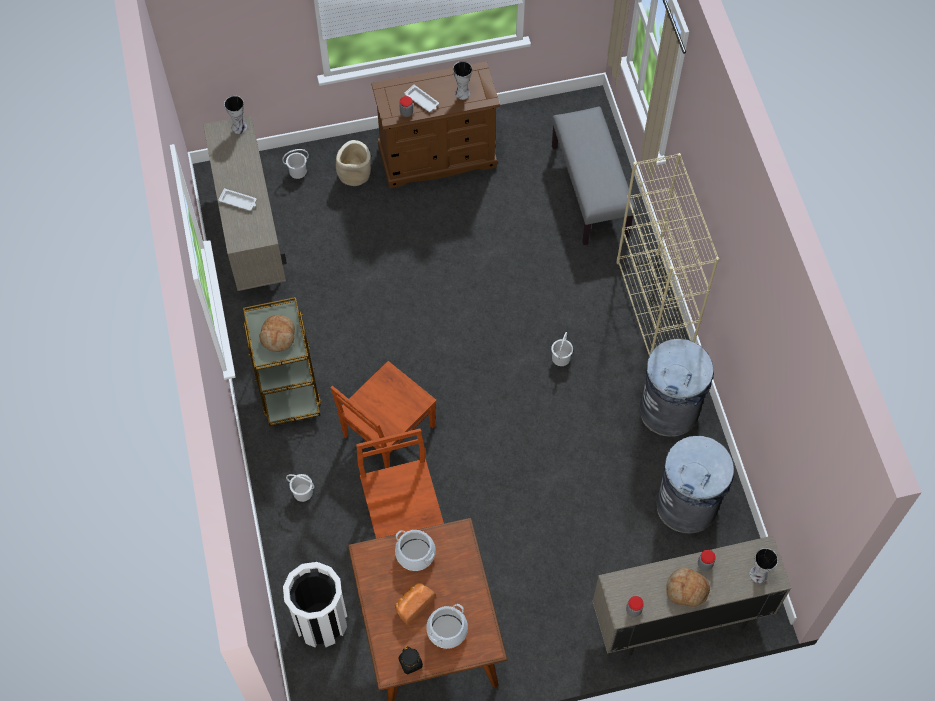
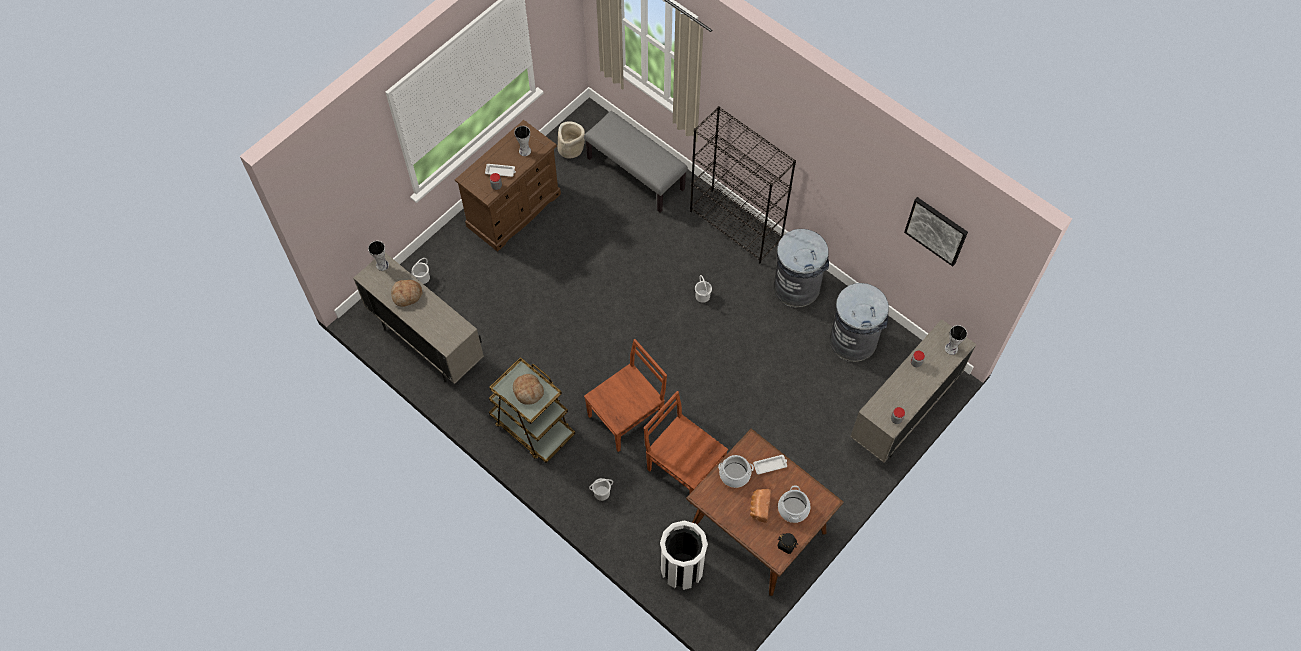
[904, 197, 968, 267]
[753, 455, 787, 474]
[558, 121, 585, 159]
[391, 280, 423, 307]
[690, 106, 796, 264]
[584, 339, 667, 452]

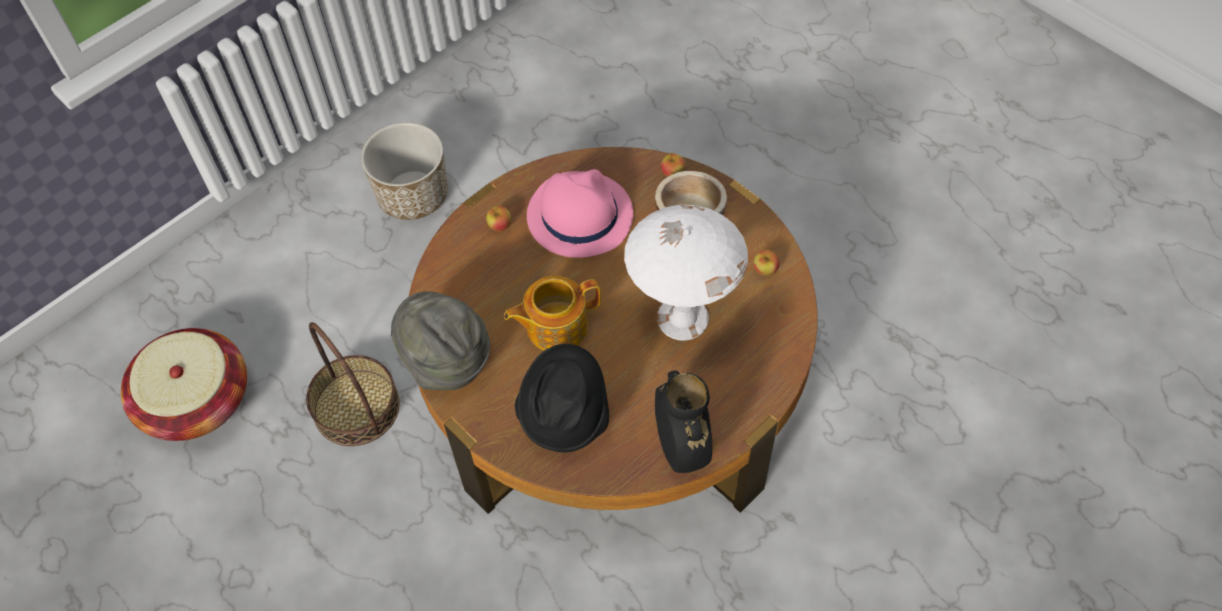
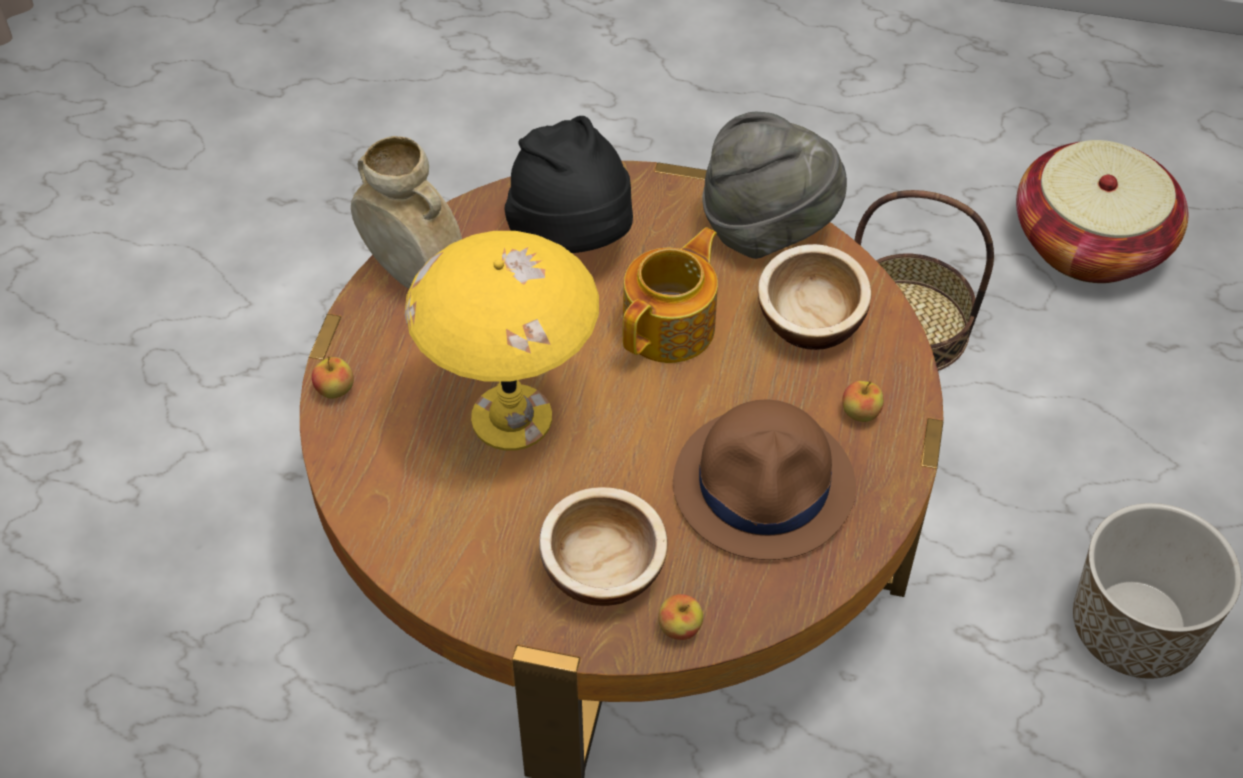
[758, 244, 871, 350]
[312, 356, 354, 399]
[673, 399, 856, 560]
[405, 231, 599, 451]
[351, 136, 462, 289]

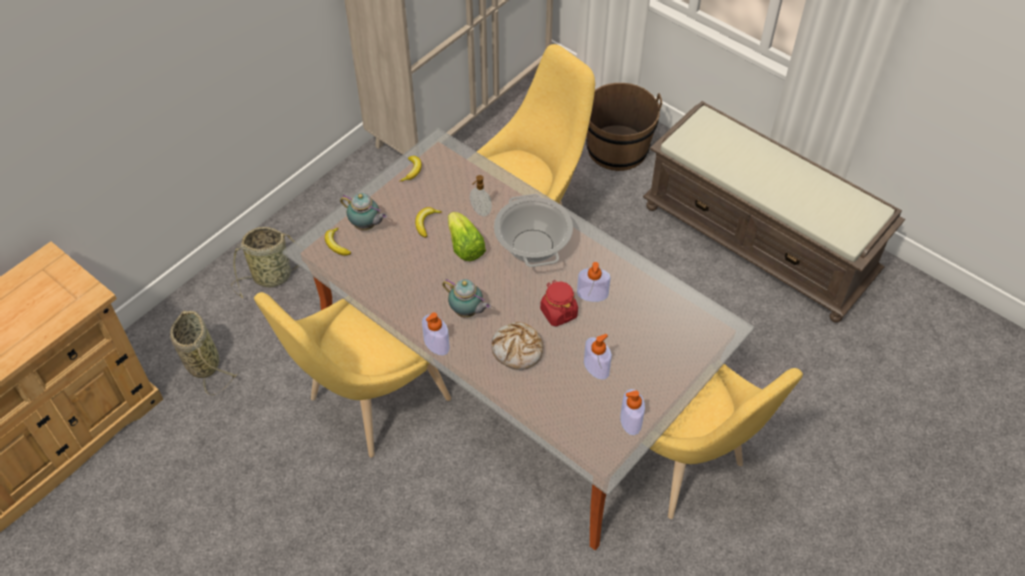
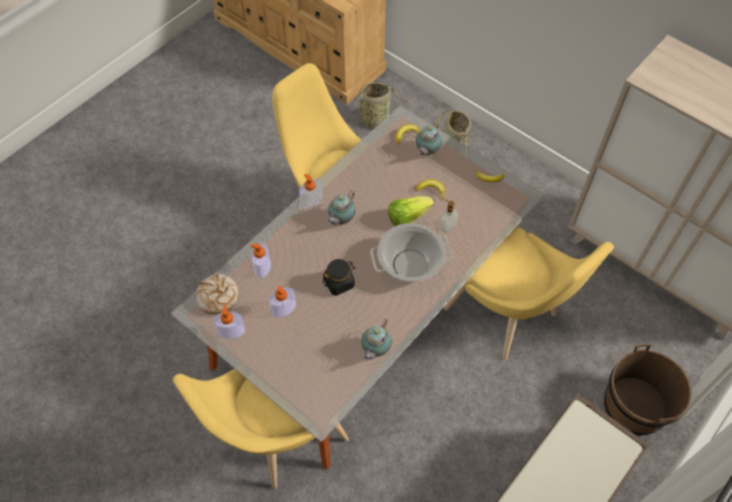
[361, 319, 392, 361]
[195, 273, 239, 314]
[250, 243, 271, 278]
[323, 259, 355, 296]

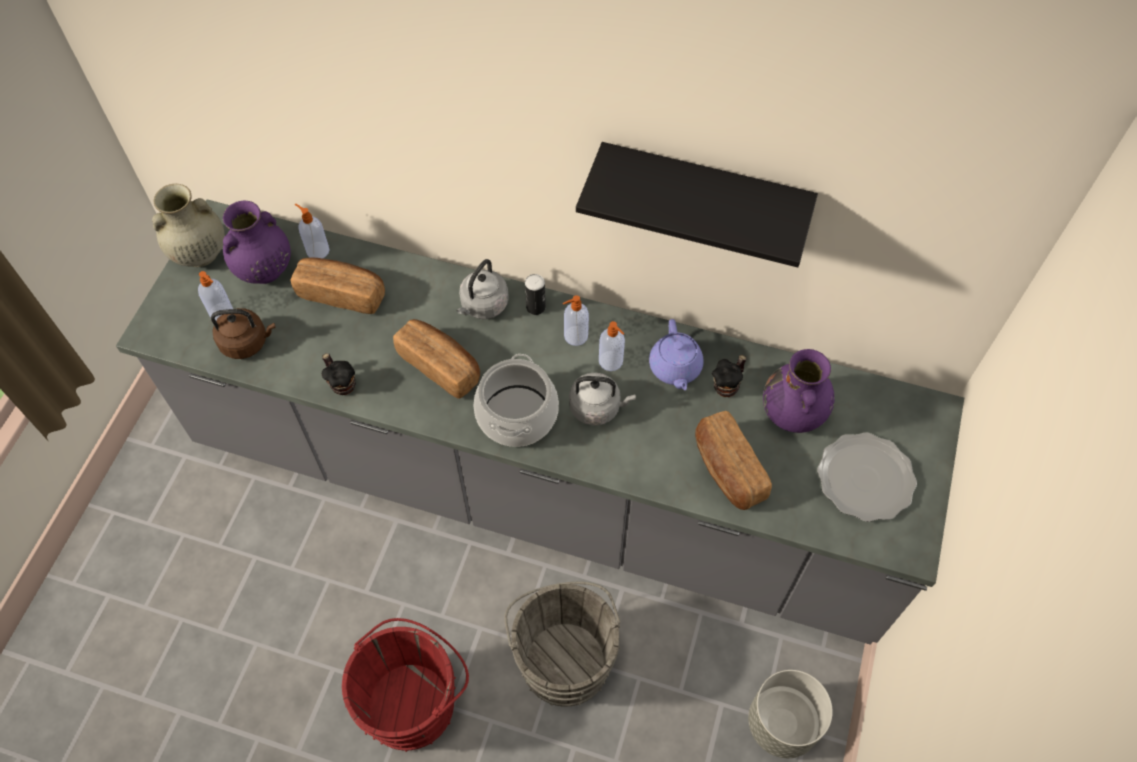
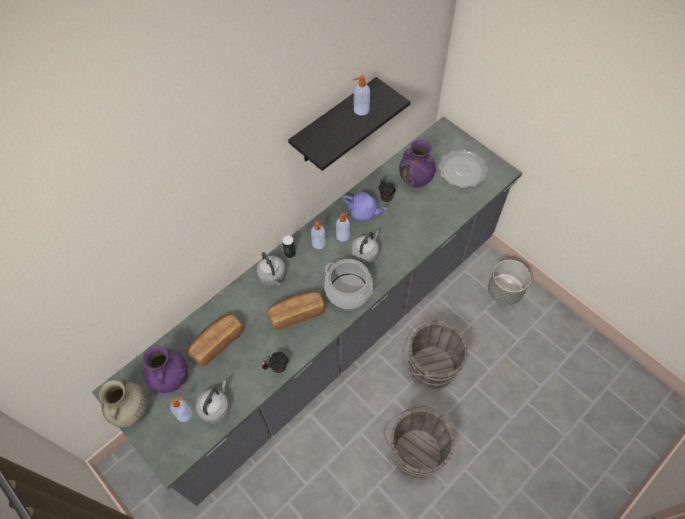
[695, 411, 772, 510] (first image)
[353, 75, 370, 116]
[196, 381, 230, 424]
[383, 405, 454, 480]

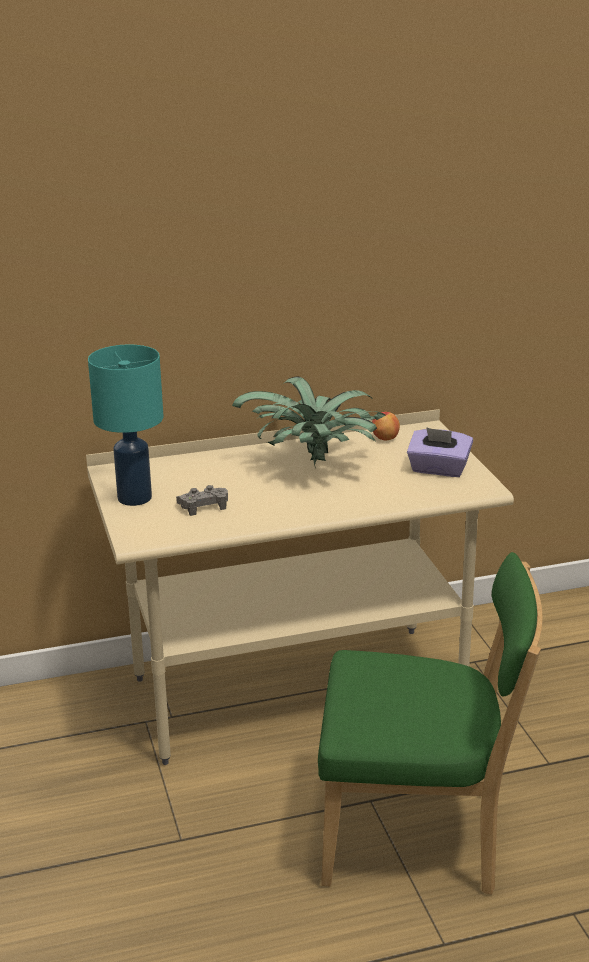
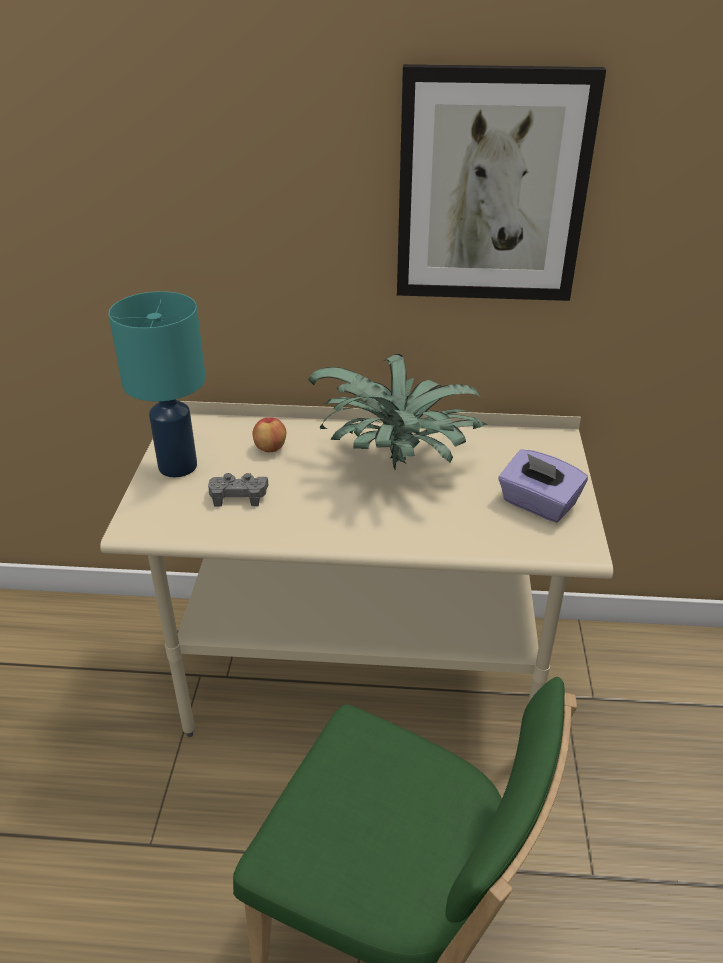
[397, 64, 606, 301]
[252, 417, 286, 452]

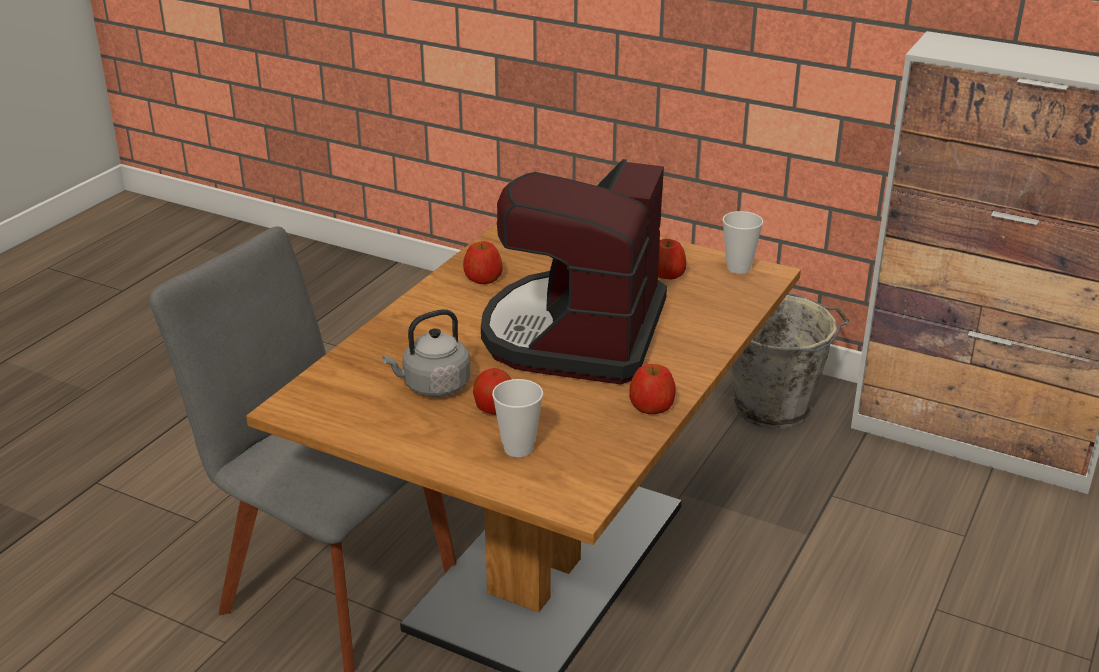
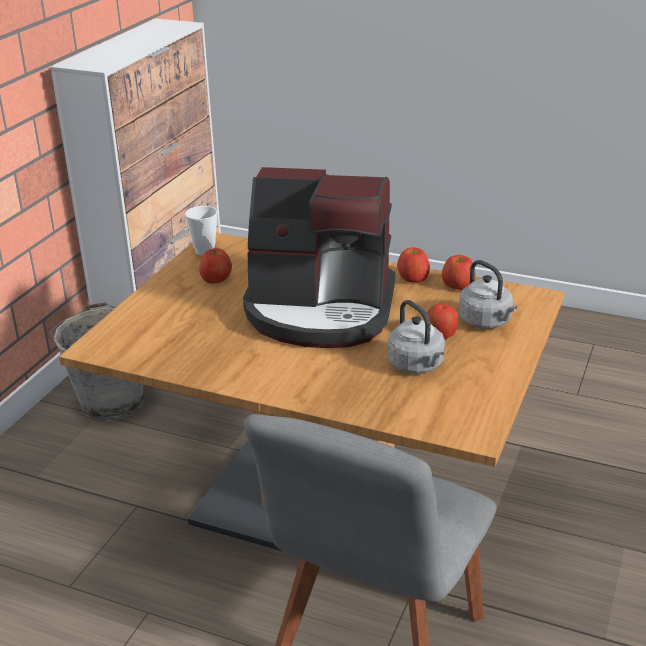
[442, 255, 476, 290]
[459, 260, 517, 329]

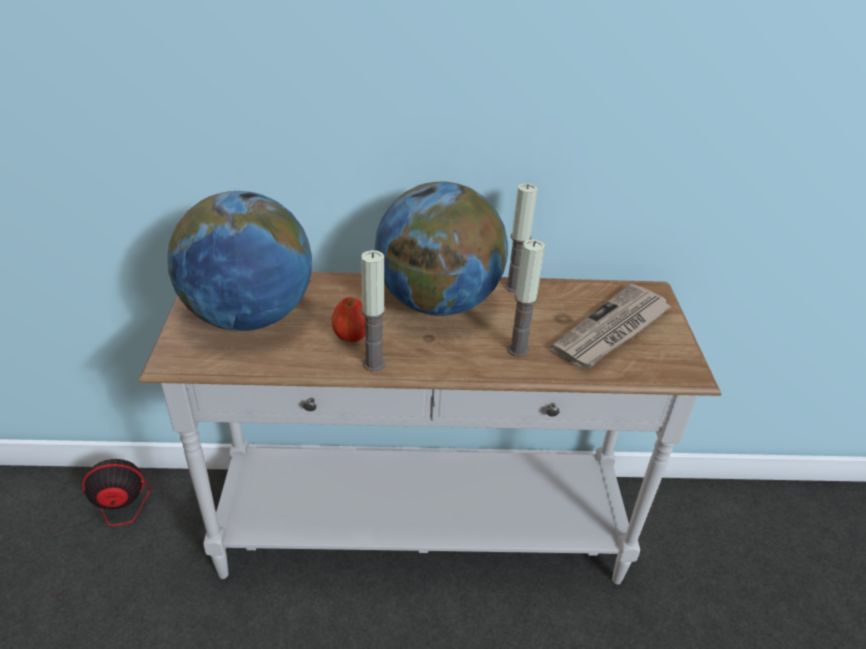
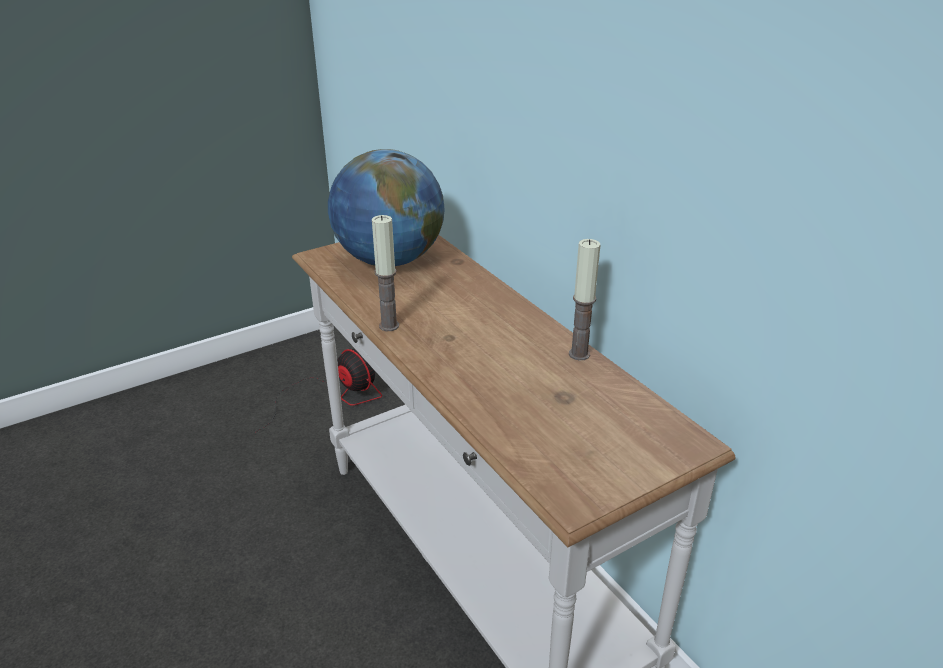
[331, 297, 365, 342] (first image)
[375, 181, 508, 316] (first image)
[508, 239, 545, 357] (first image)
[550, 283, 672, 369] (first image)

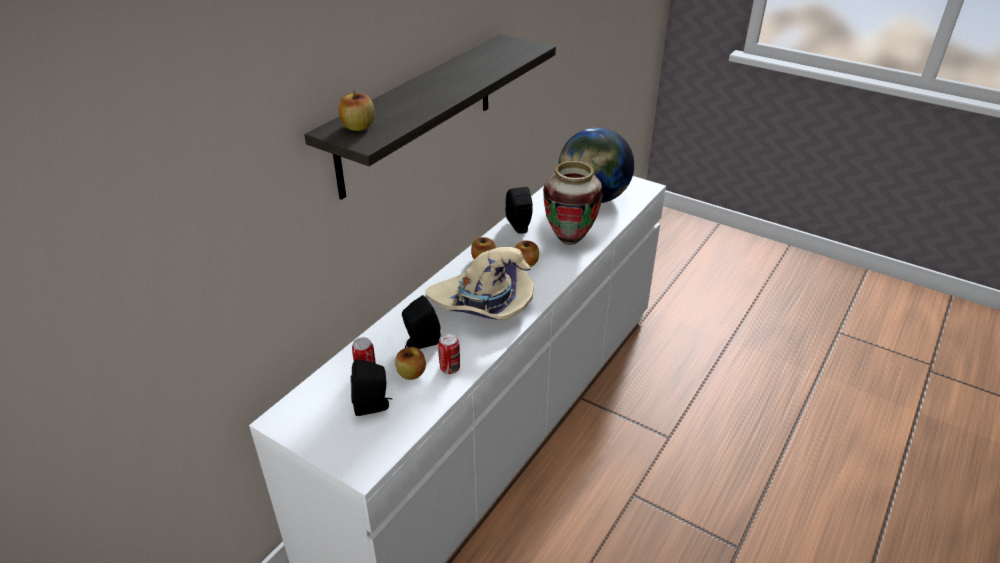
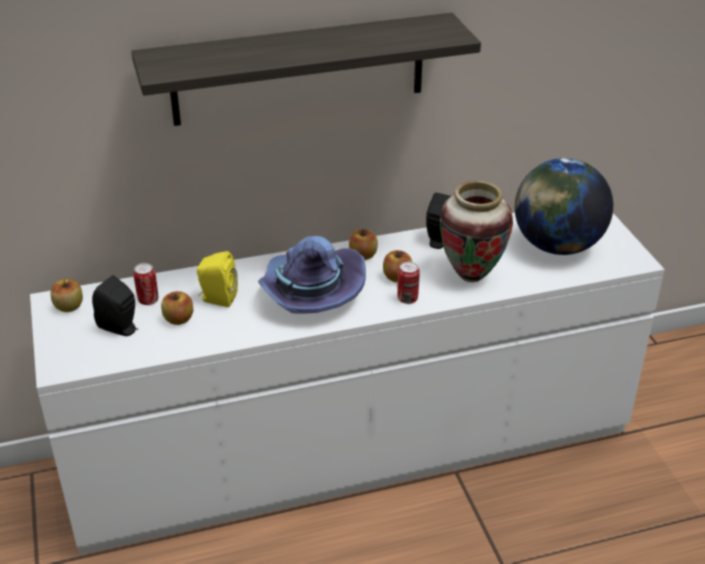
[51, 279, 83, 312]
[398, 262, 420, 304]
[197, 251, 238, 307]
[258, 236, 366, 314]

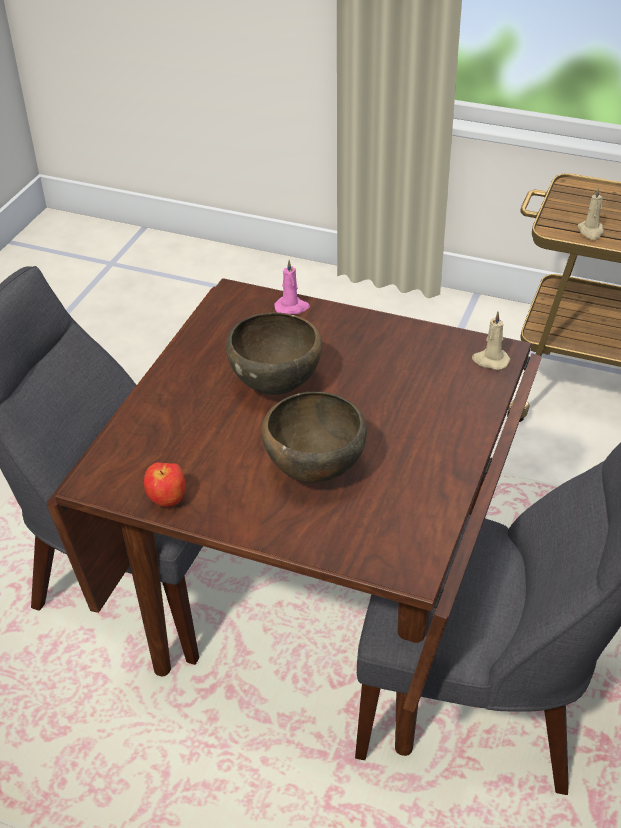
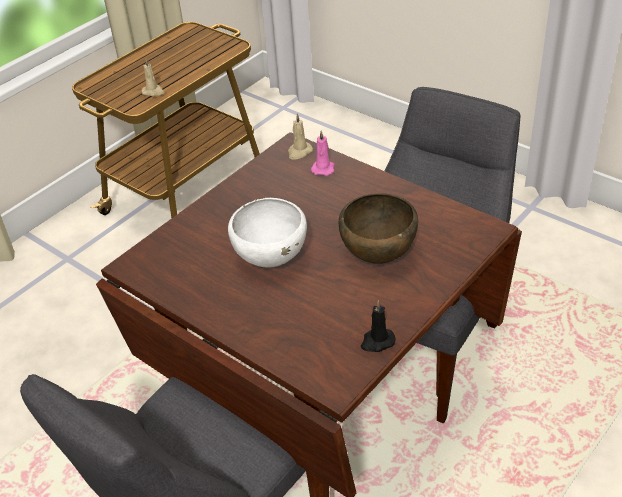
[311, 130, 335, 176]
[361, 300, 396, 352]
[228, 198, 307, 267]

